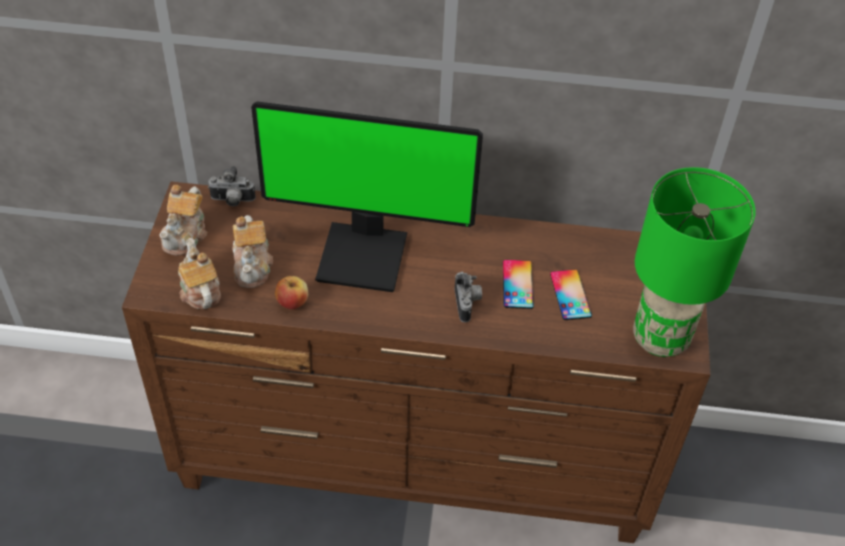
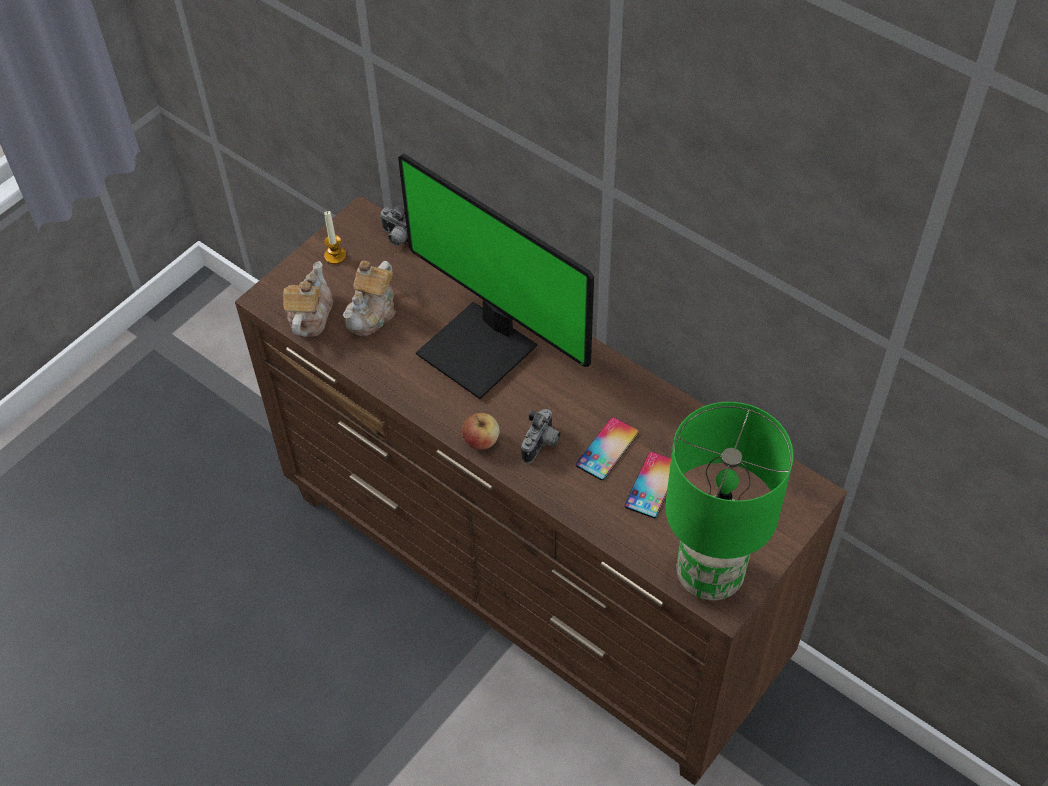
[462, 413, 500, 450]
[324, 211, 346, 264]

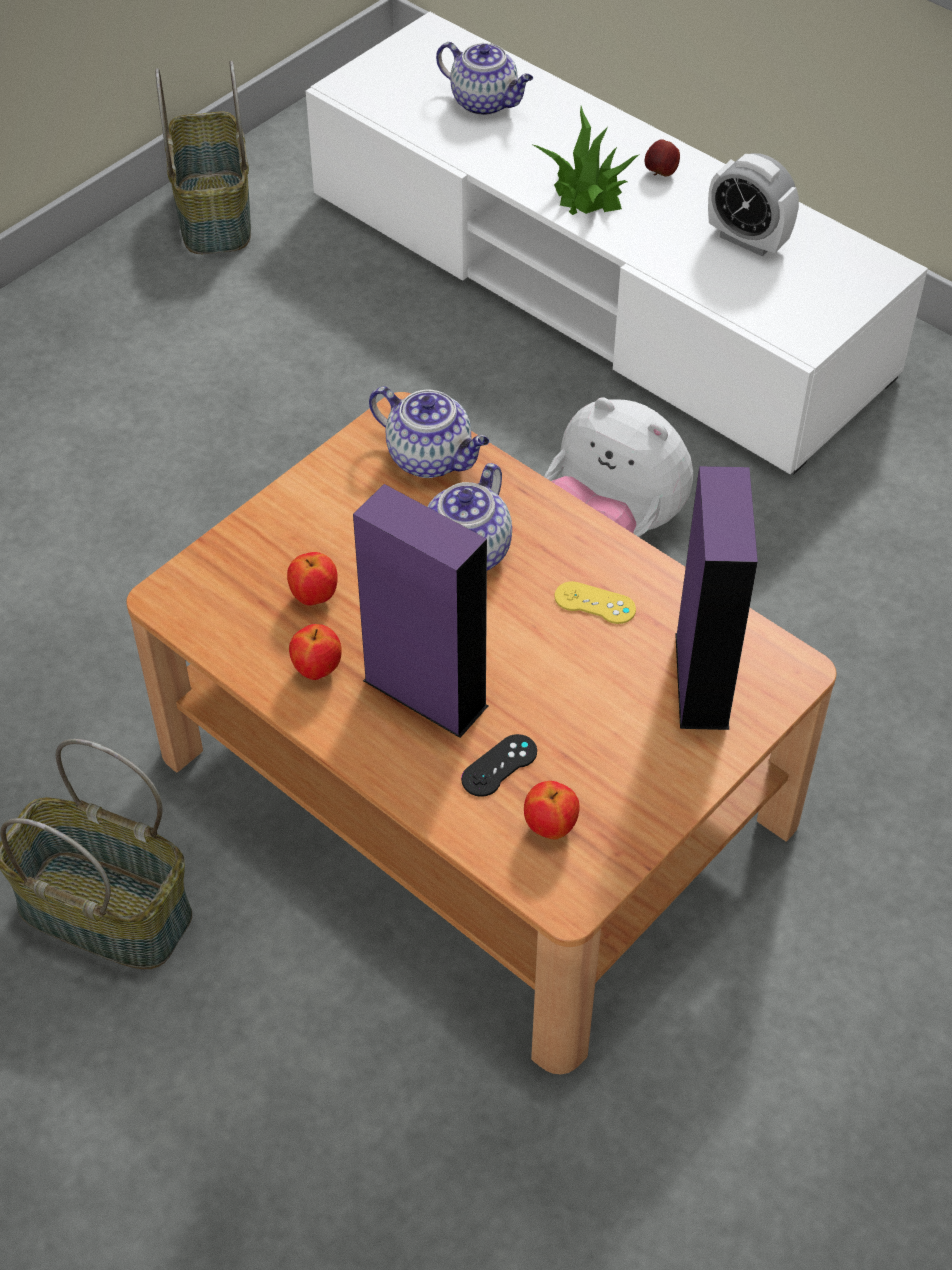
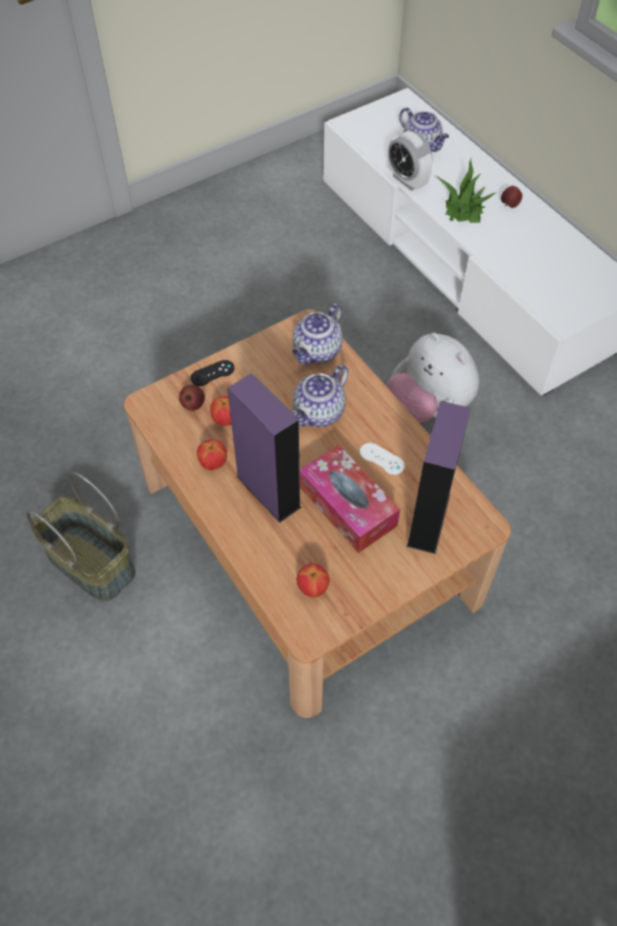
[155, 61, 251, 254] (first image)
[179, 385, 205, 411]
[300, 445, 400, 553]
[191, 360, 235, 386]
[388, 131, 433, 191]
[360, 443, 405, 475]
[292, 304, 343, 364]

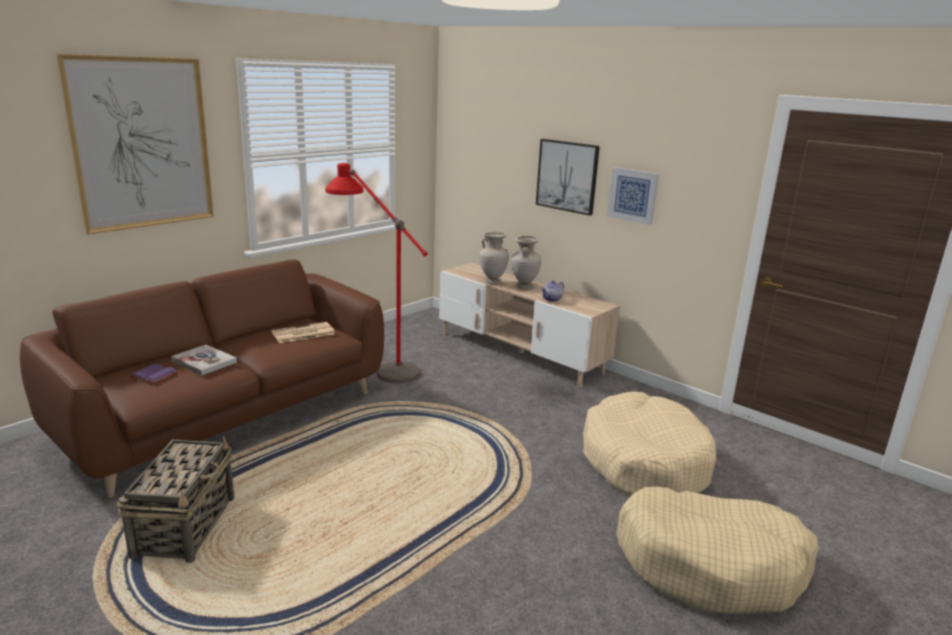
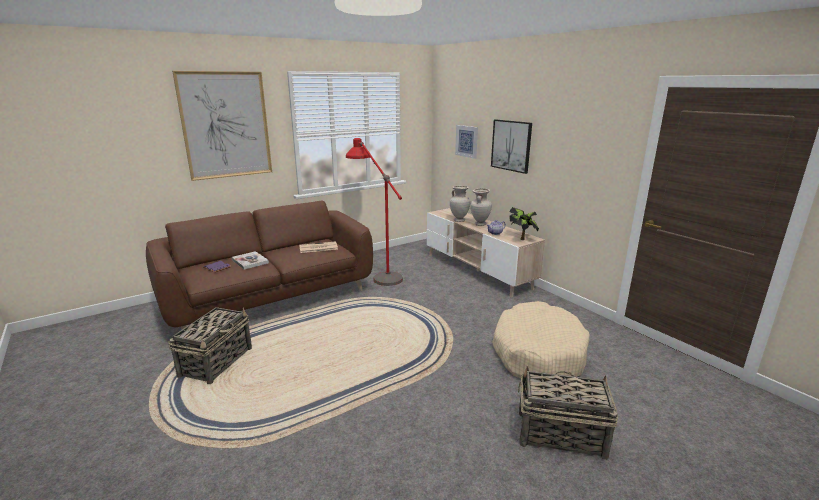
[509, 207, 539, 240]
[455, 125, 478, 159]
[518, 366, 619, 460]

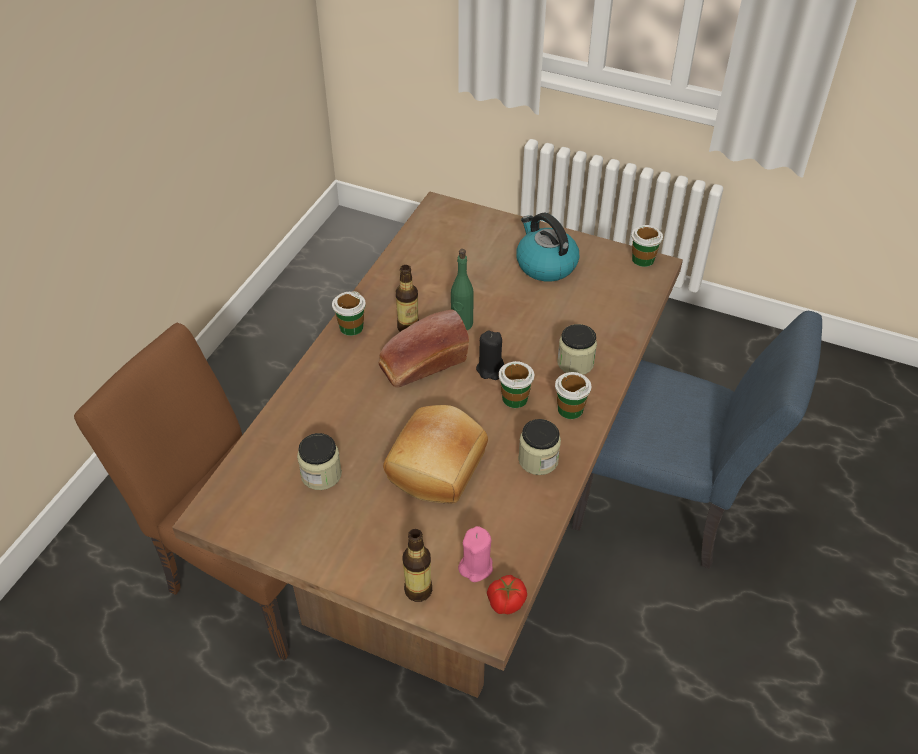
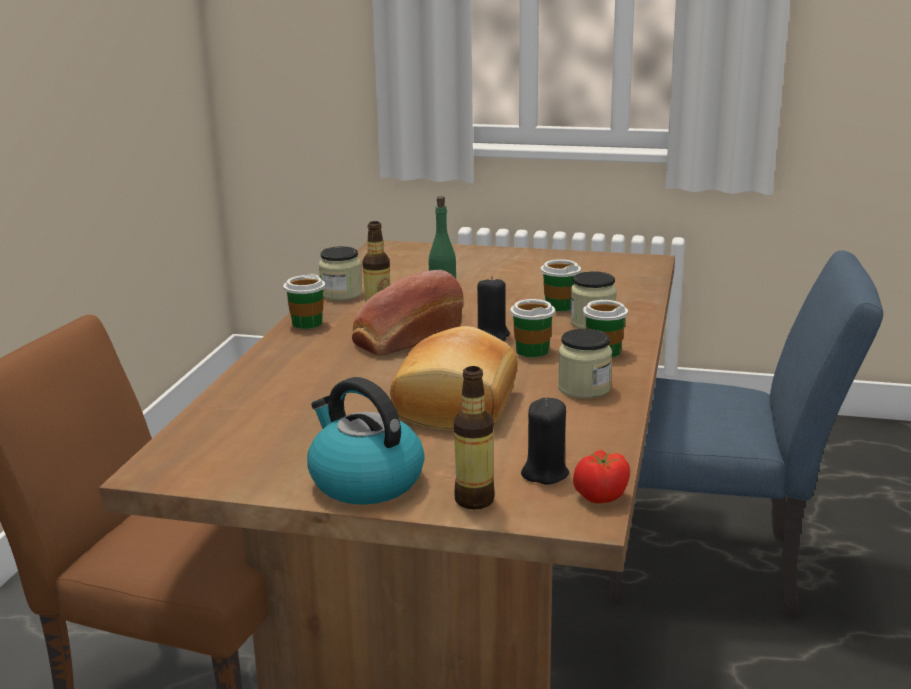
[319, 246, 362, 301]
[307, 377, 425, 505]
[541, 259, 581, 312]
[521, 398, 569, 484]

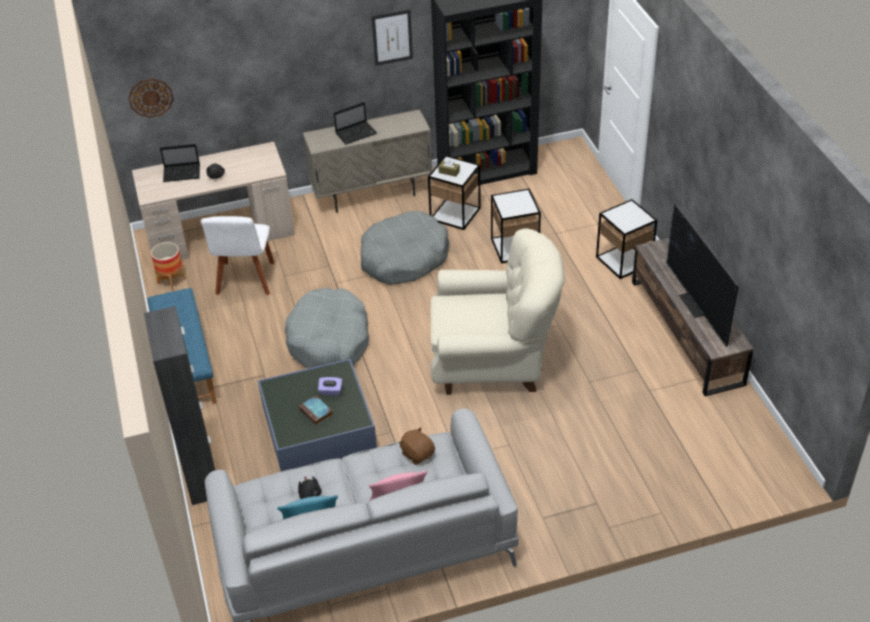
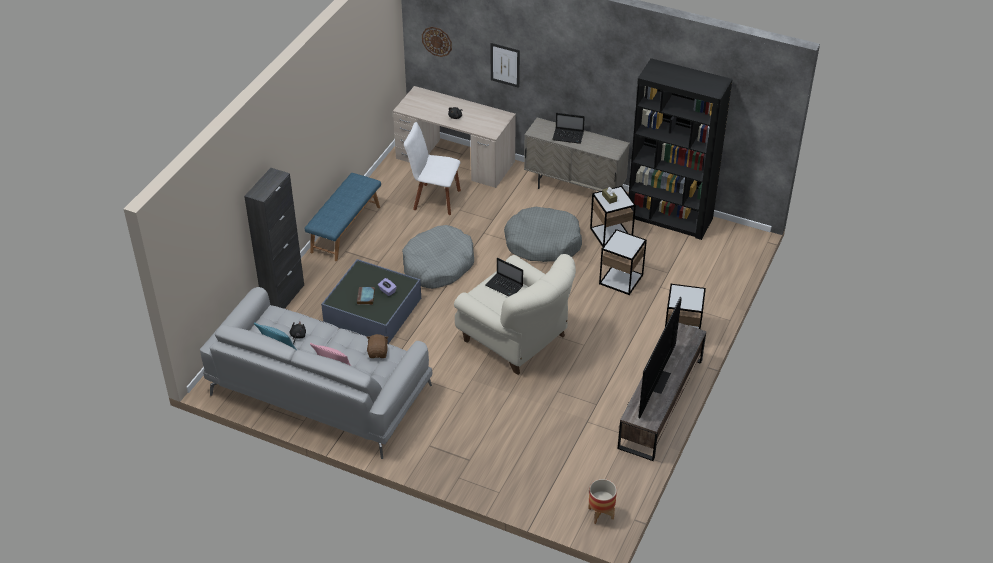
[588, 479, 617, 524]
[485, 258, 523, 297]
[491, 43, 520, 88]
[404, 122, 461, 215]

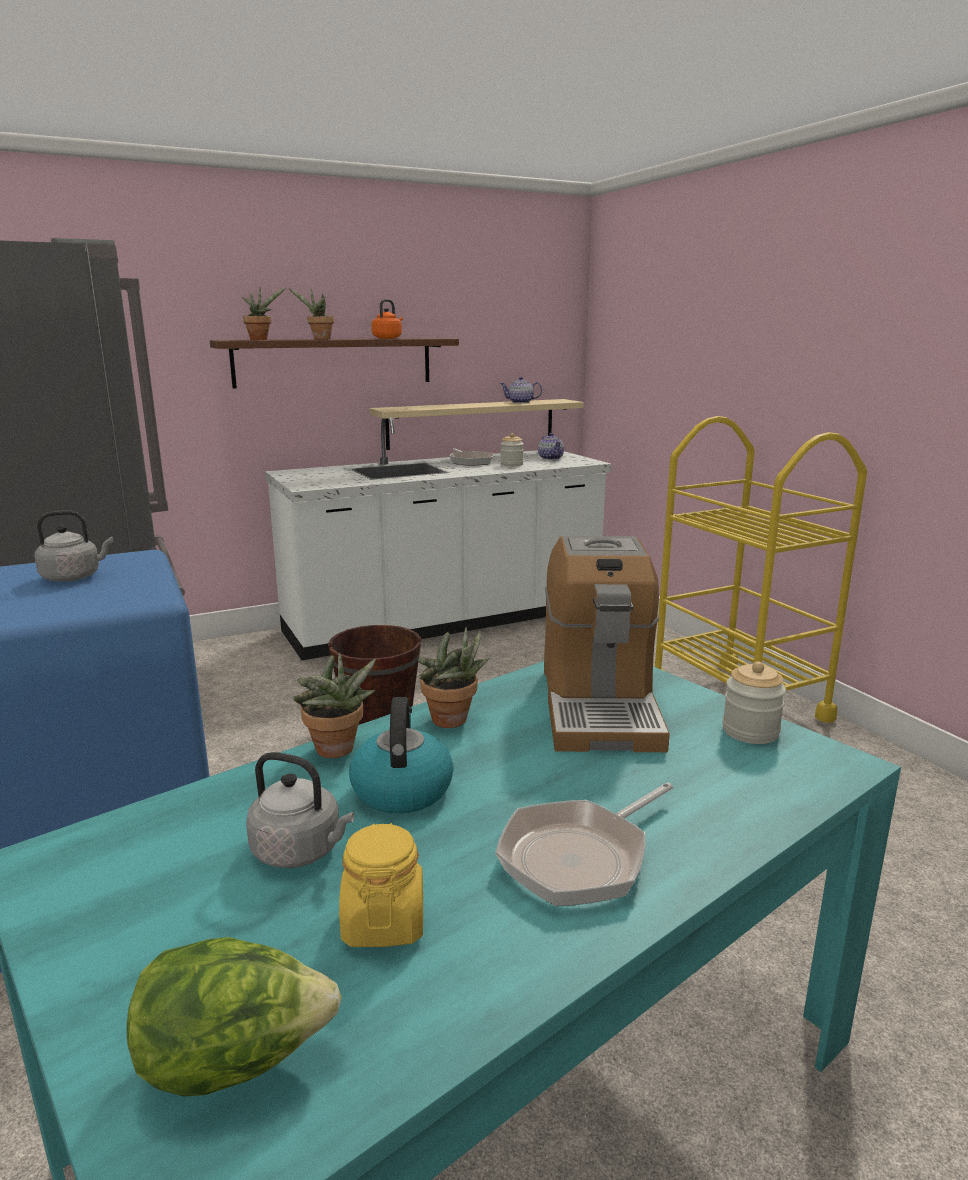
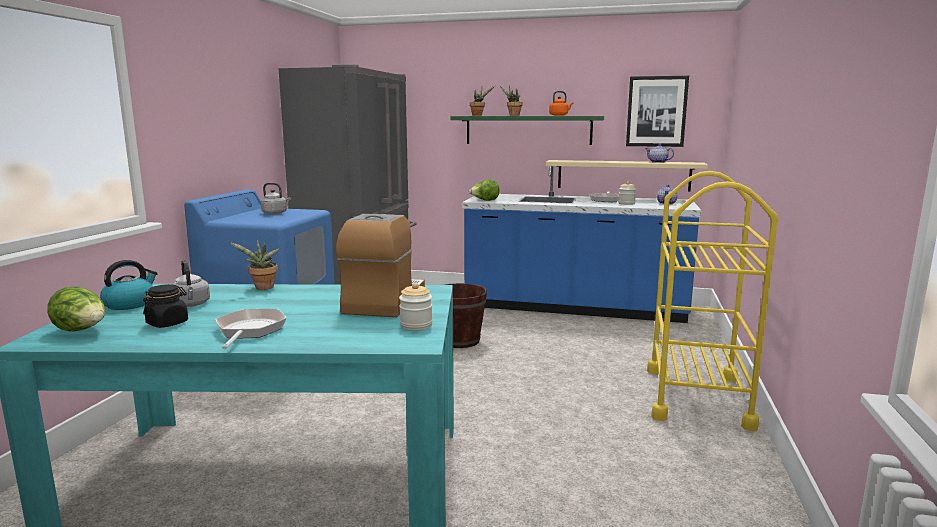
[417, 627, 489, 728] (first image)
[469, 180, 500, 201]
[626, 76, 689, 147]
[100, 260, 158, 310]
[450, 116, 604, 145]
[462, 165, 702, 323]
[143, 284, 188, 328]
[215, 309, 287, 349]
[336, 214, 425, 317]

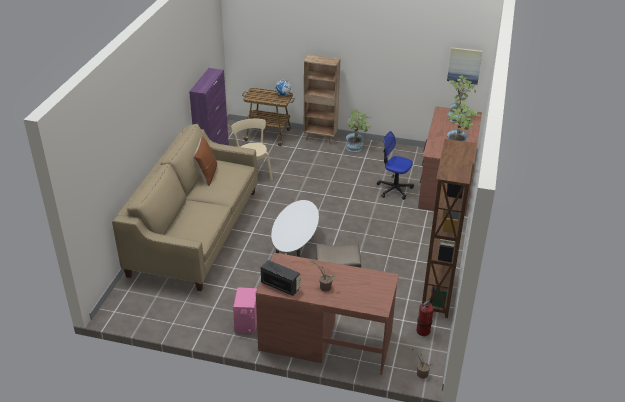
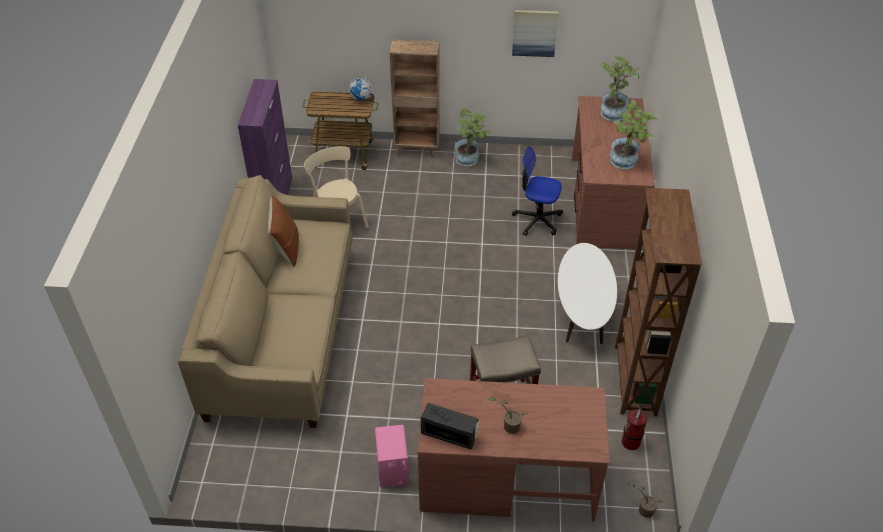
[557, 243, 617, 344]
[512, 10, 559, 57]

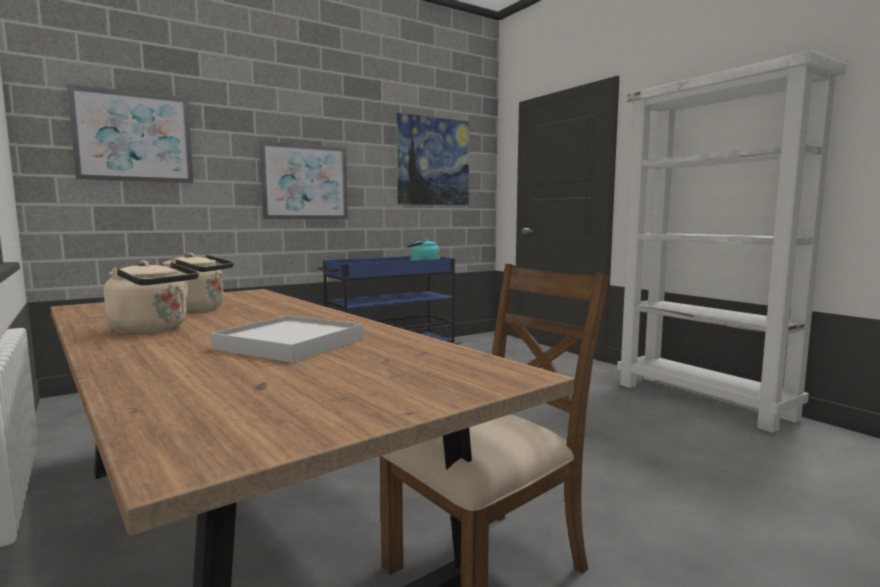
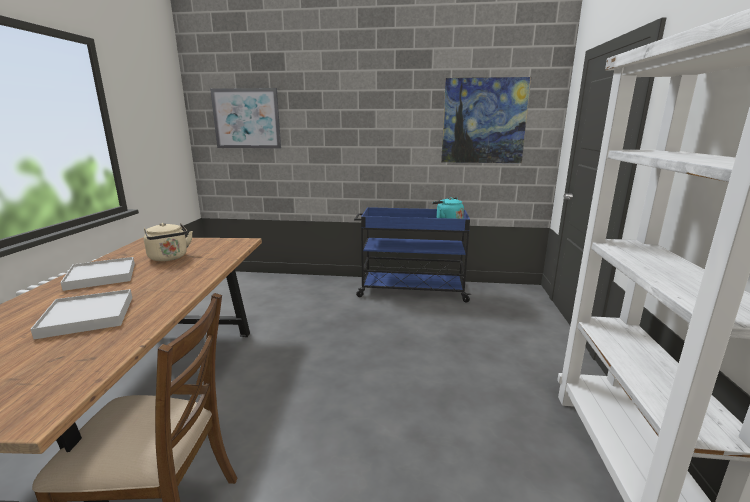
[260, 141, 348, 219] (first image)
[60, 257, 135, 291]

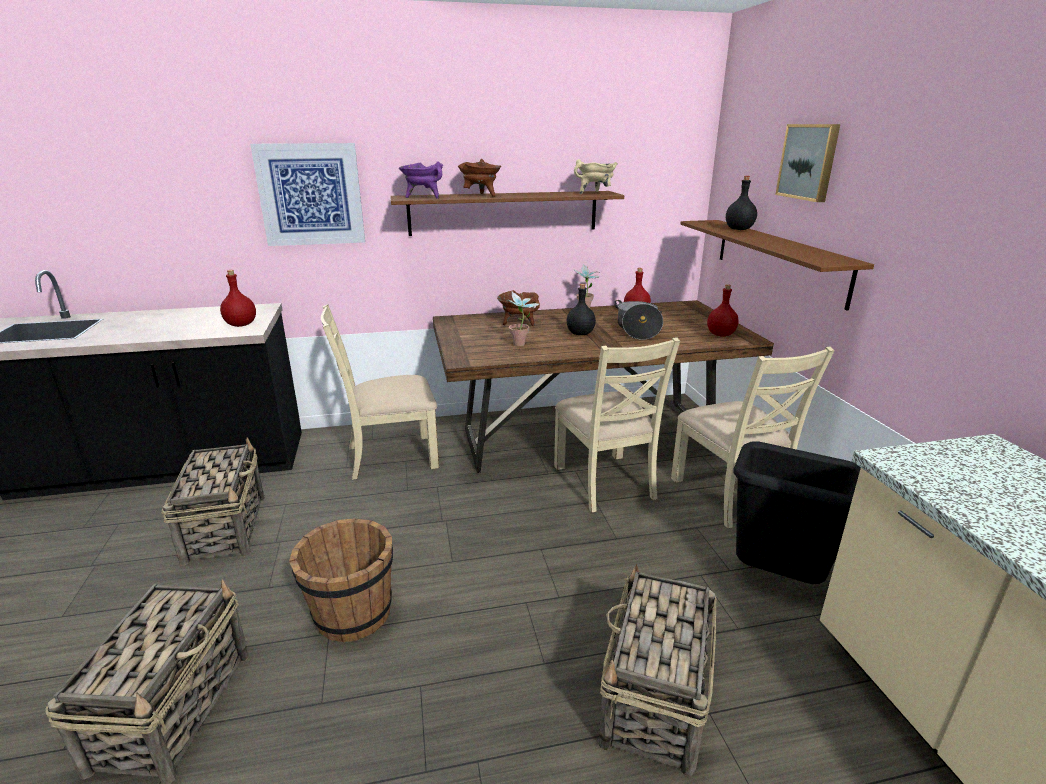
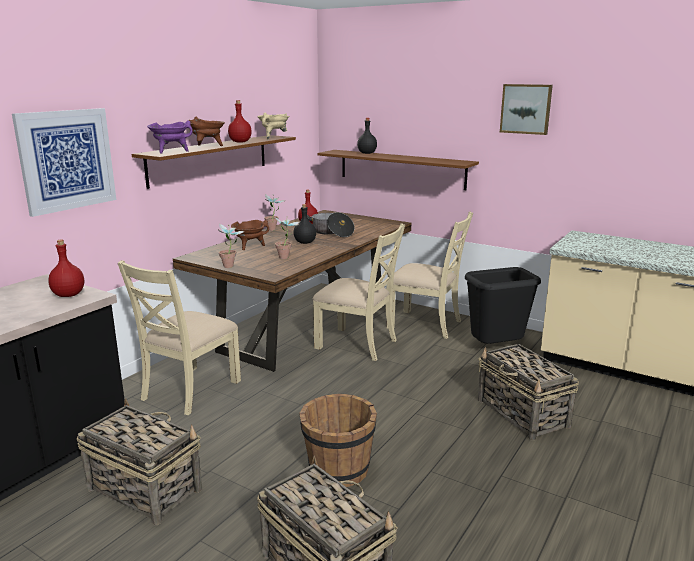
[218, 223, 245, 268]
[228, 100, 252, 143]
[500, 84, 553, 135]

